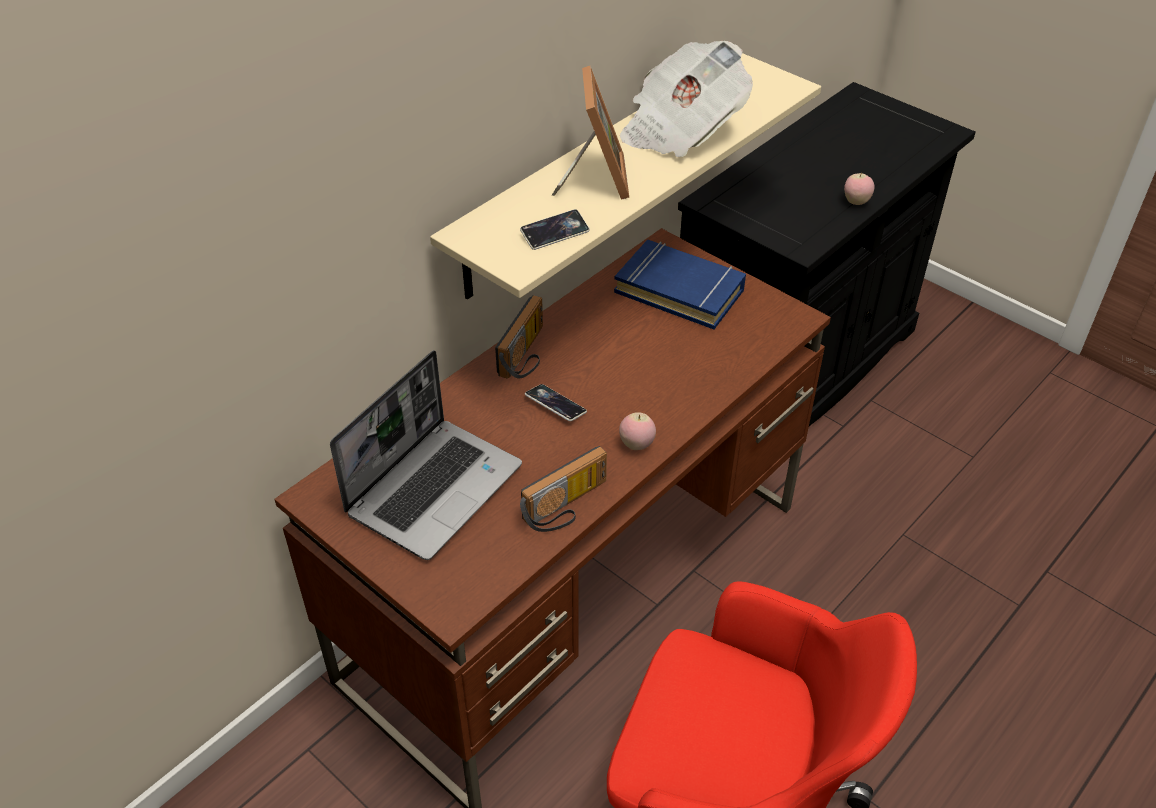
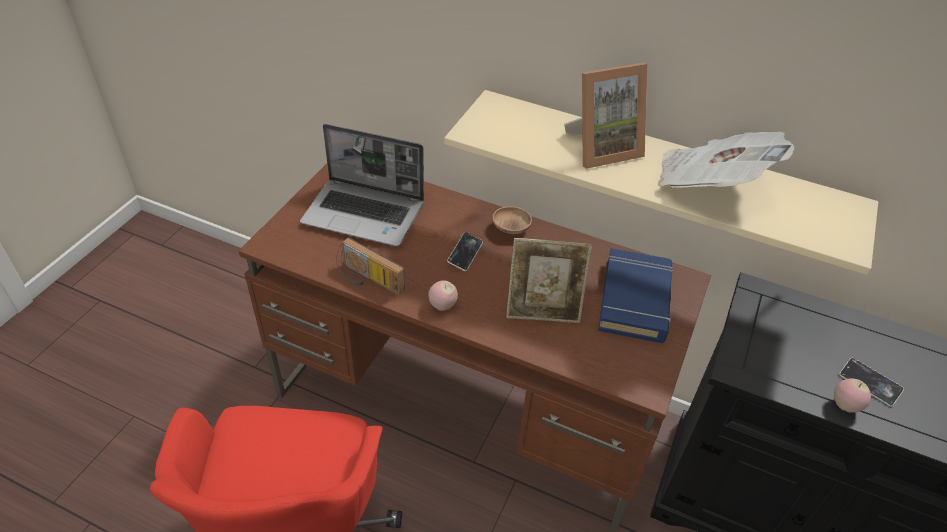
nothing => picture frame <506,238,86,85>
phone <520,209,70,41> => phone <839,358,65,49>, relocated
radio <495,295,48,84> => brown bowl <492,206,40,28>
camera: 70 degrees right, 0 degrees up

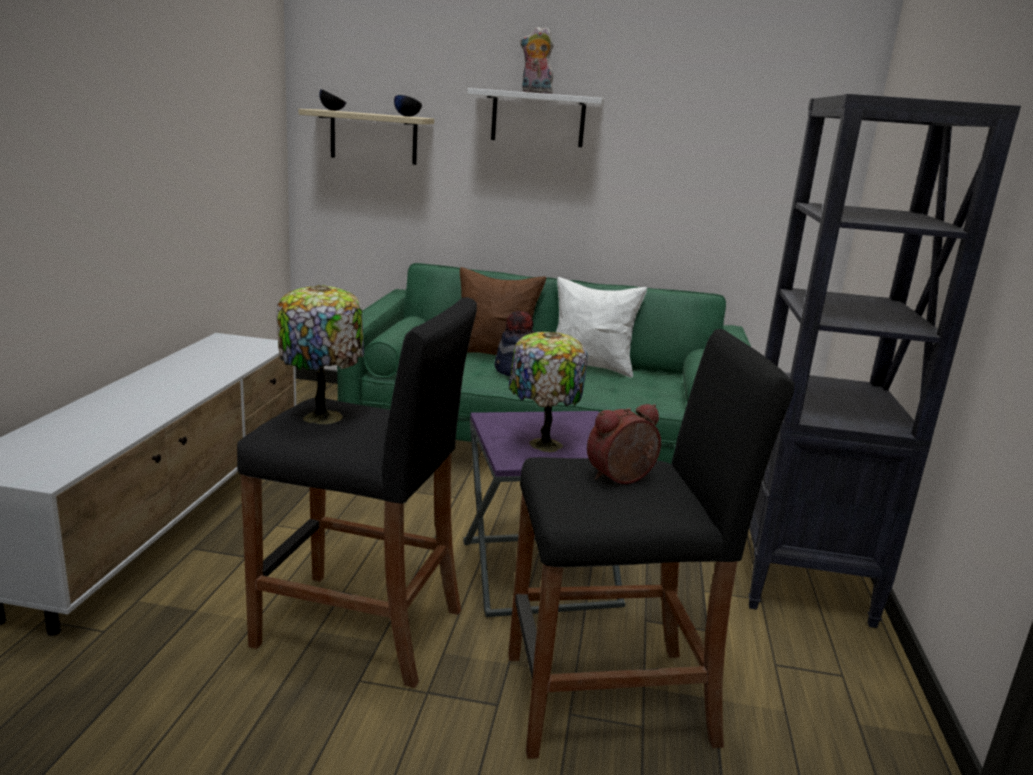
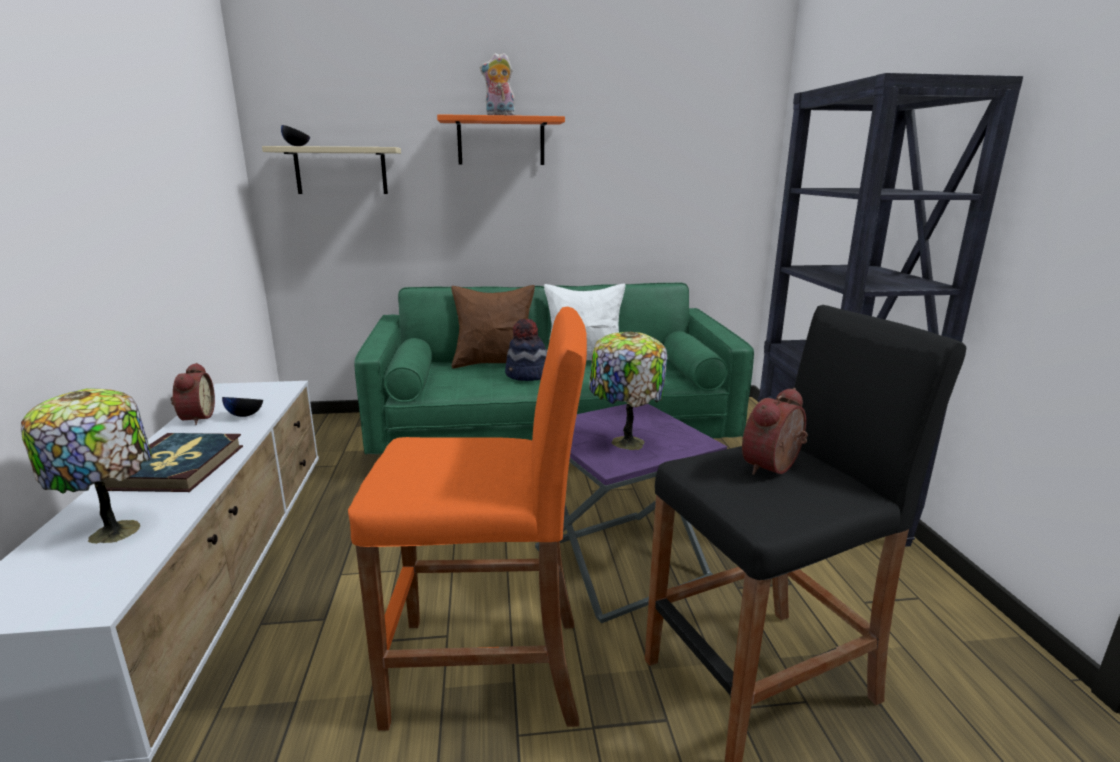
nothing => book <104,433,139,59>
nothing => alarm clock <171,363,44,62>
table lamp <276,285,88,140> => table lamp <21,388,131,156>, relocated
black bowl <394,95,28,22> => black bowl <222,397,41,20>, relocated
black stool <237,297,240,391> => orange stool <348,307,239,424>
white shelf <467,88,138,59> => orange shelf <437,114,128,51>
camera: 15 degrees left, 0 degrees up

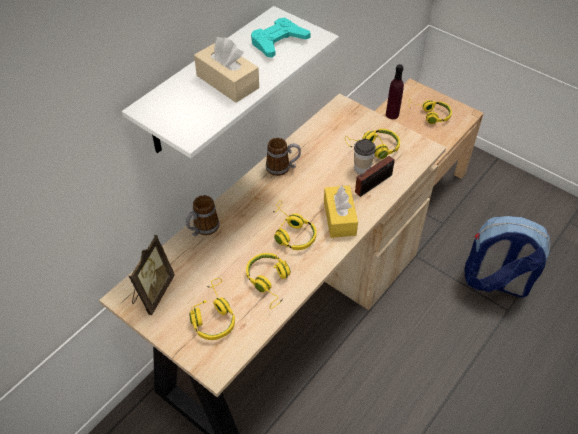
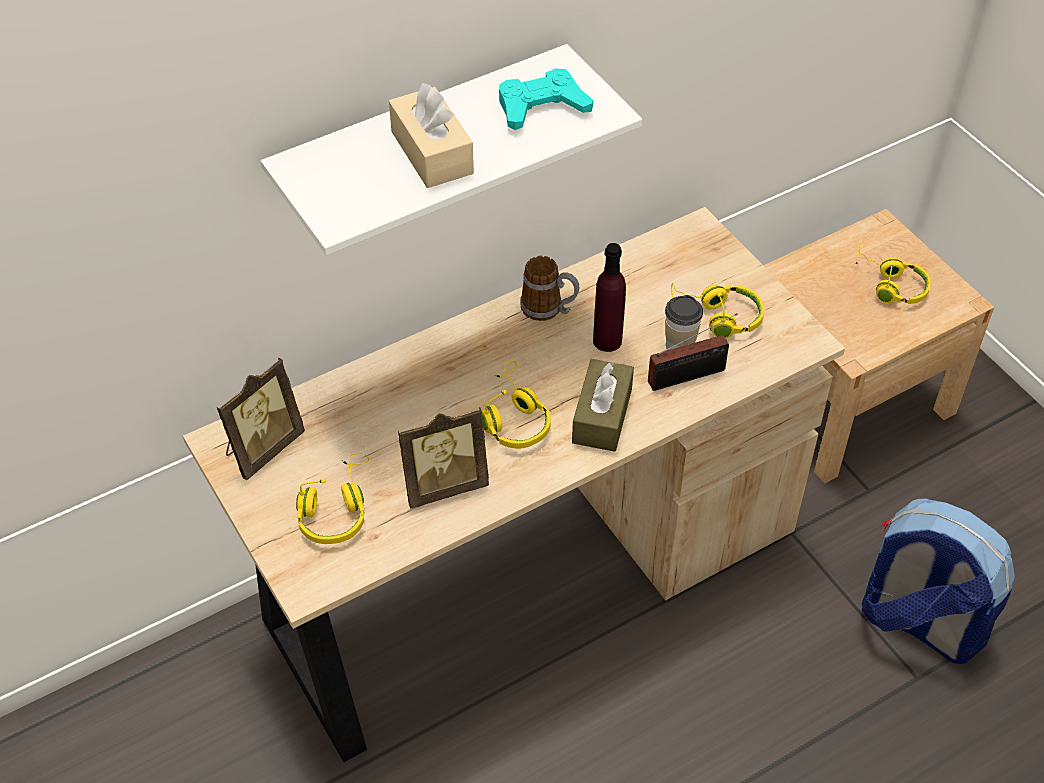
mug <186,195,33,41> => nothing
purple bottle <386,64,18,55> => purple bottle <593,243,33,109>, relocated
yellow headphones <246,253,44,56> => picture frame <398,407,91,102>
yellow tissue box <324,185,34,53> => brown tissue box <572,359,62,93>
camera: 20 degrees right, 0 degrees up

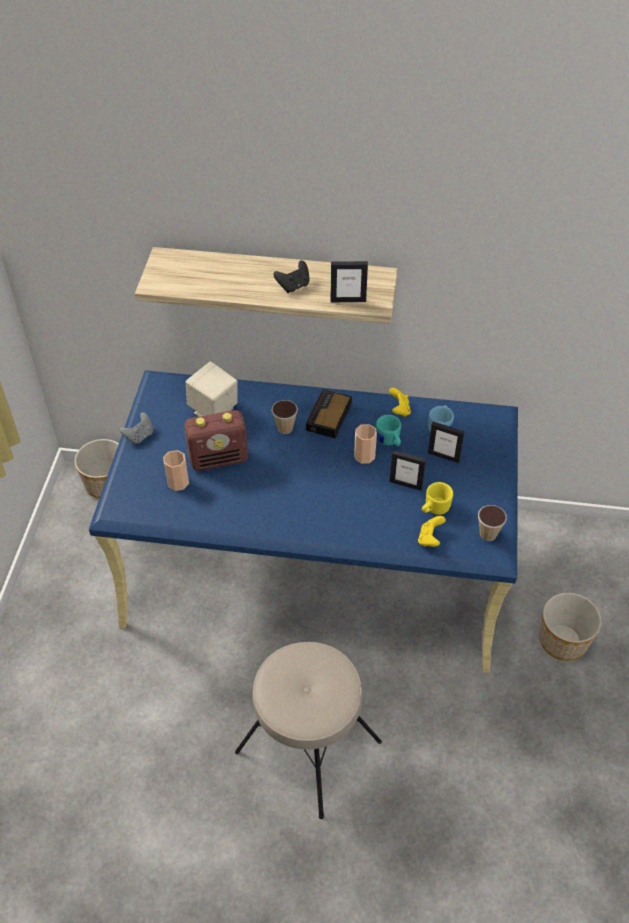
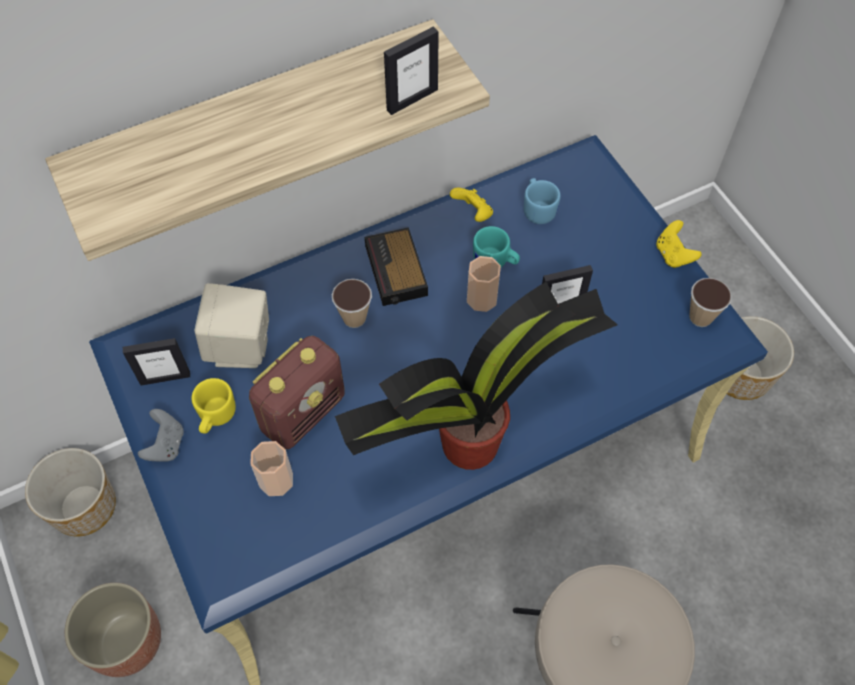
black game controller <273,260,37,33> => nothing
nothing => planter <65,583,96,94>
nothing => potted plant <335,282,283,188>
yellow game controller <418,516,28,31> => yellow game controller <656,220,45,48>, relocated
yellow mug <422,482,31,33> => yellow mug <192,378,44,55>, relocated
picture frame <428,421,37,42> => picture frame <123,338,67,48>, relocated
camera: 35 degrees left, 10 degrees up

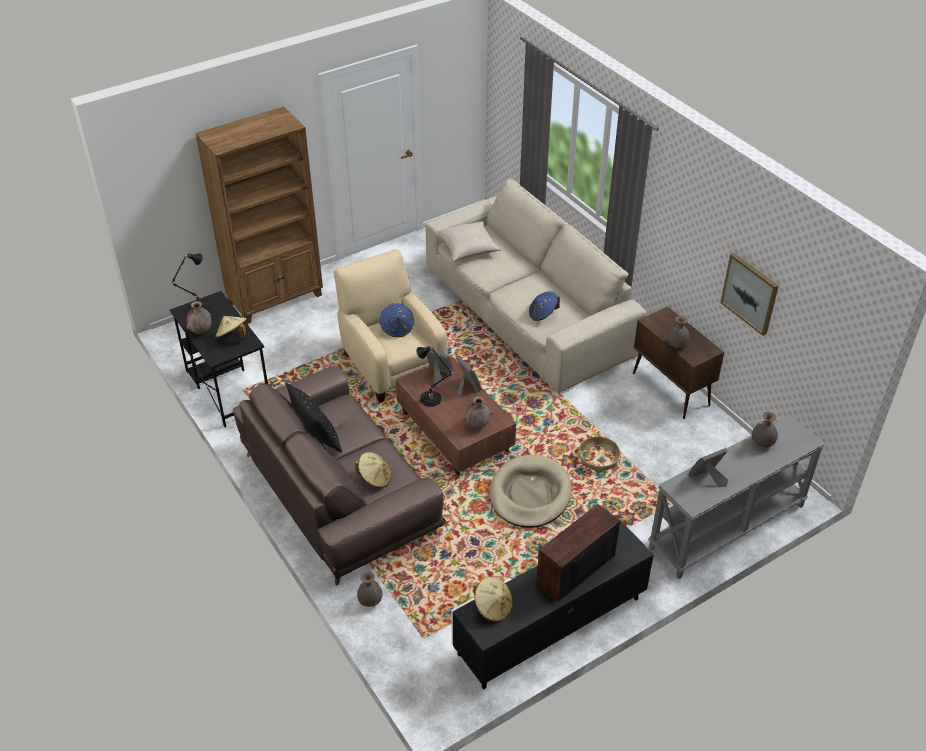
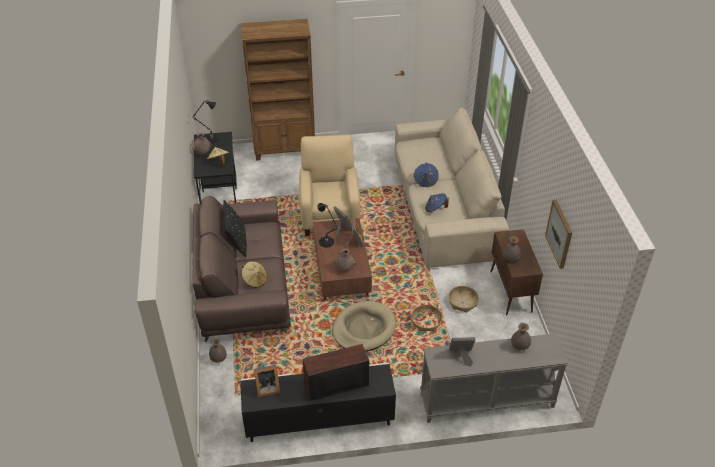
beige pillow <436,221,65,40> => nothing
nothing => basket <448,286,31,27>
blue hat <380,303,34,34> => blue hat <414,163,25,24>, relocated
beige hat <473,576,40,46> => picture frame <254,365,26,32>
camera: 25 degrees right, 0 degrees up

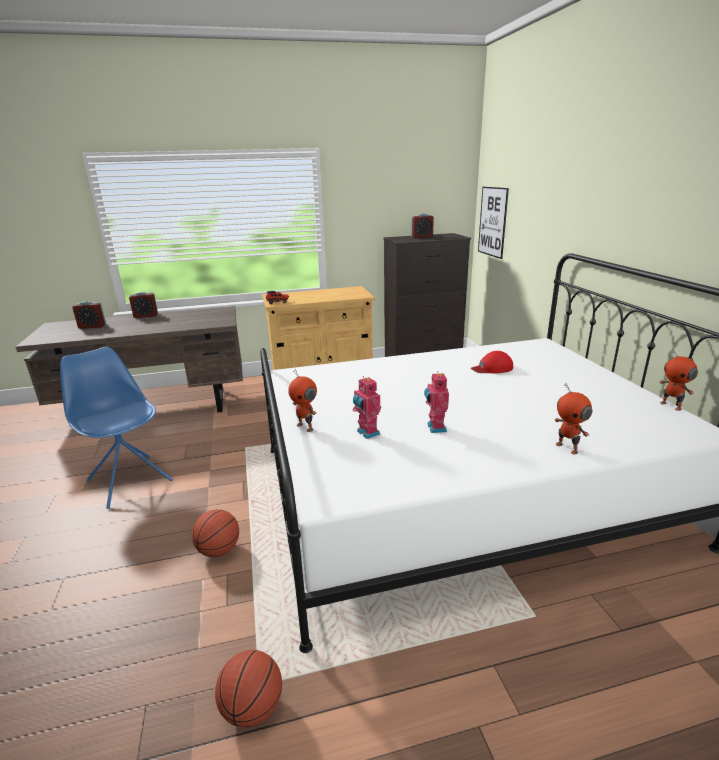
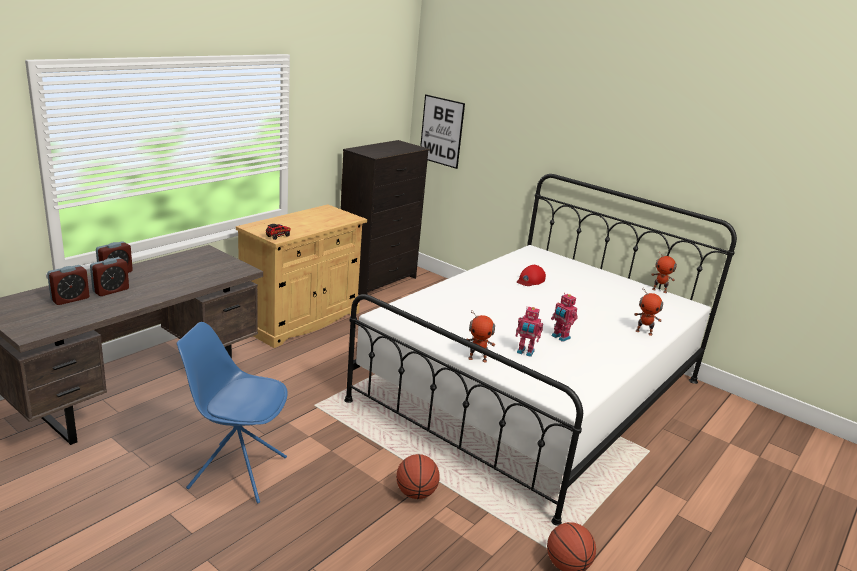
alarm clock <411,214,23,24> => alarm clock <90,257,39,39>, relocated
camera: 40 degrees left, 0 degrees up

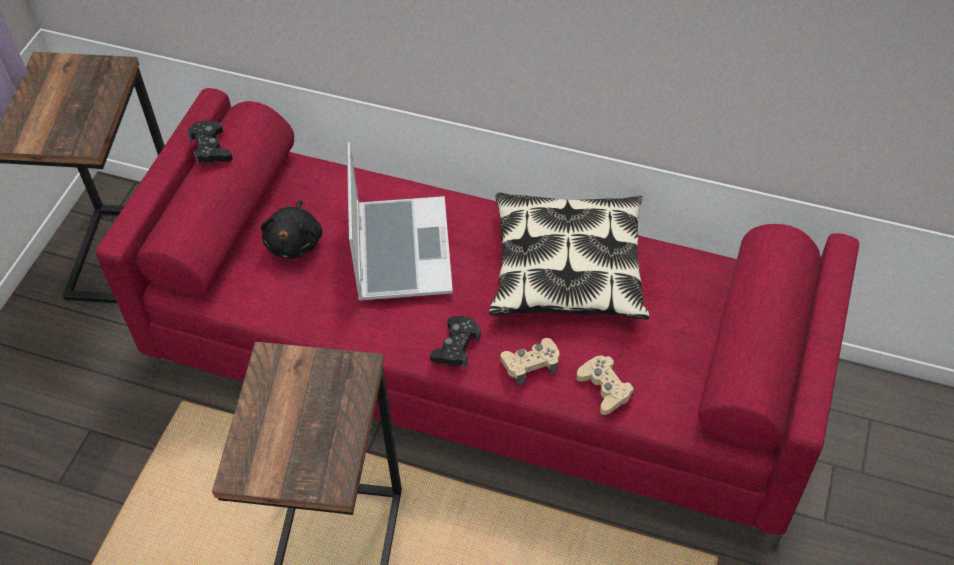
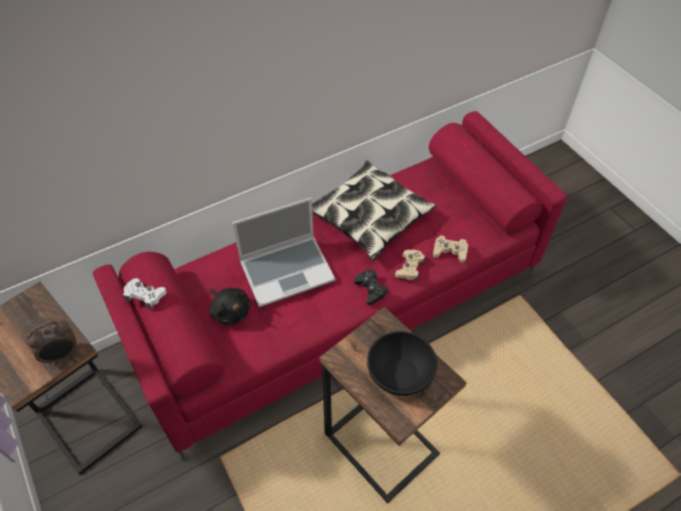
nothing => alarm clock <26,320,51,45>
nothing => black bowl <367,331,70,66>
black game controller <187,120,46,45> => white game controller <123,278,44,32>
laptop <347,142,106,159> => laptop <232,198,103,109>, 120 degrees clockwise
camera: 50 degrees left, 0 degrees up

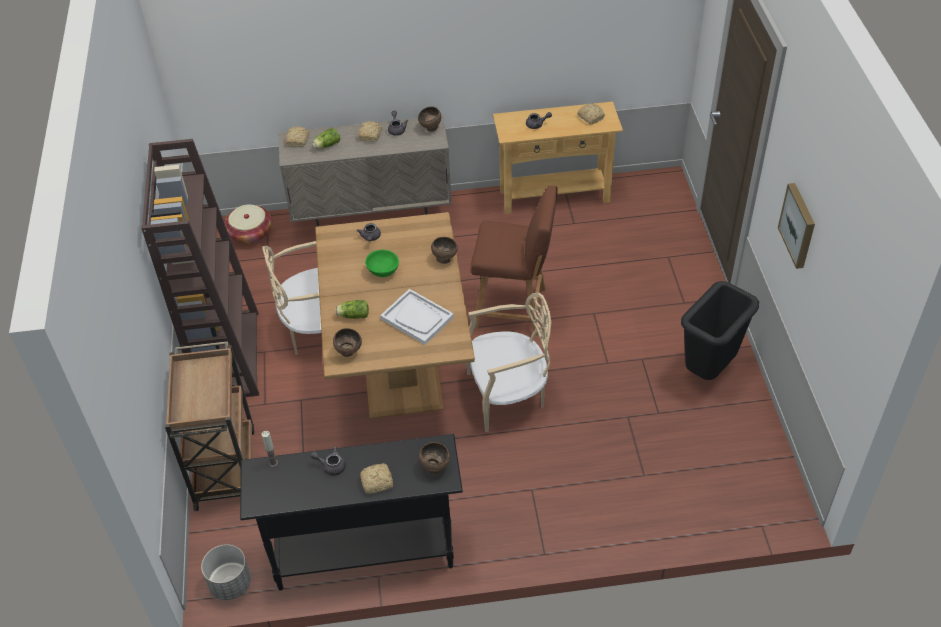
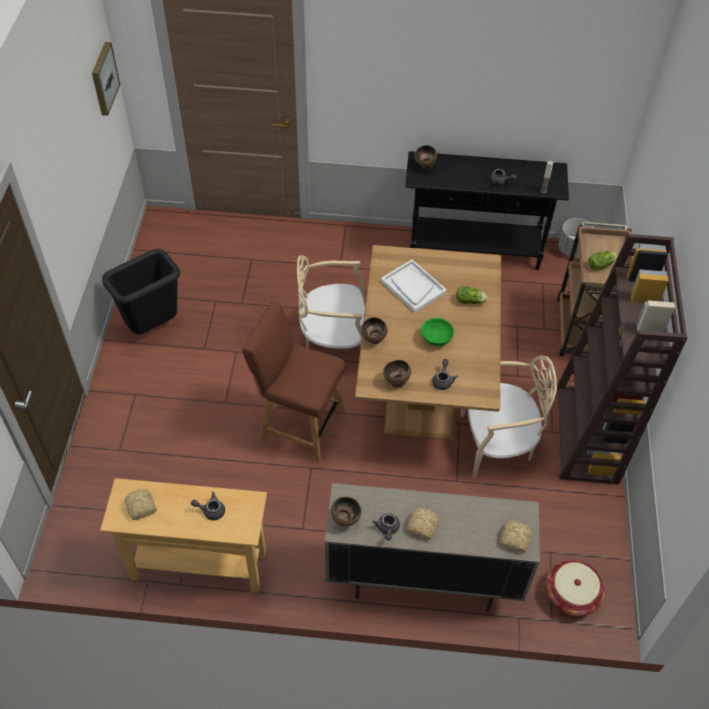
bread <360,463,33,31> => nothing
lettuce <312,128,28,21> => lettuce <588,251,30,19>, relocated
brown bowl <333,328,29,29> => brown bowl <383,360,28,28>, relocated
picture <778,183,37,86> => picture <92,42,28,74>, relocated
camera: 170 degrees left, 5 degrees up

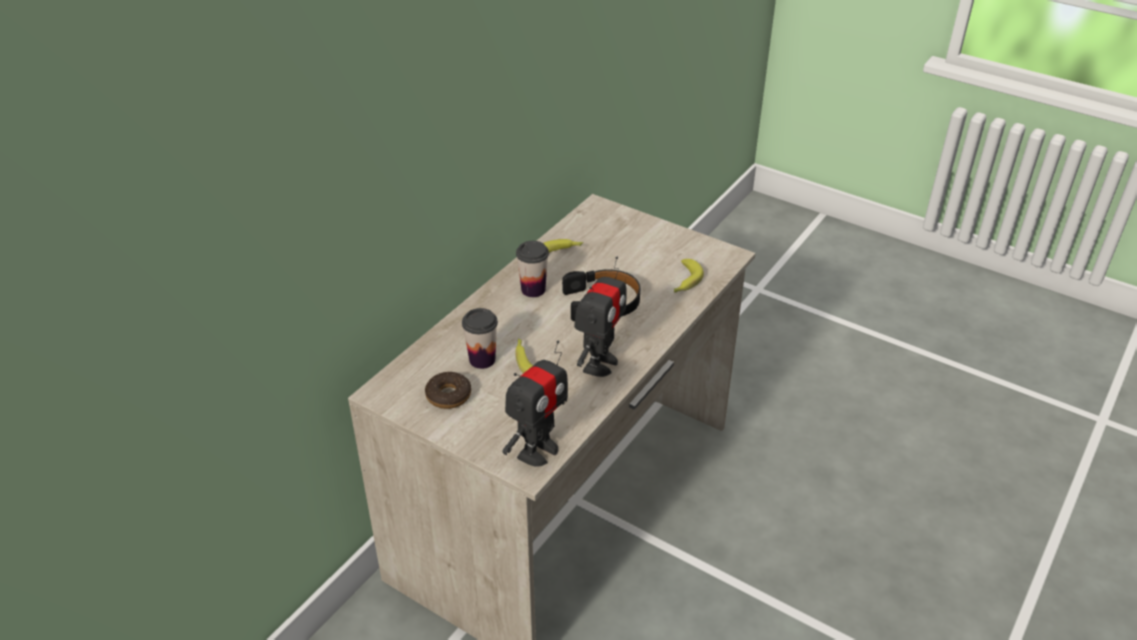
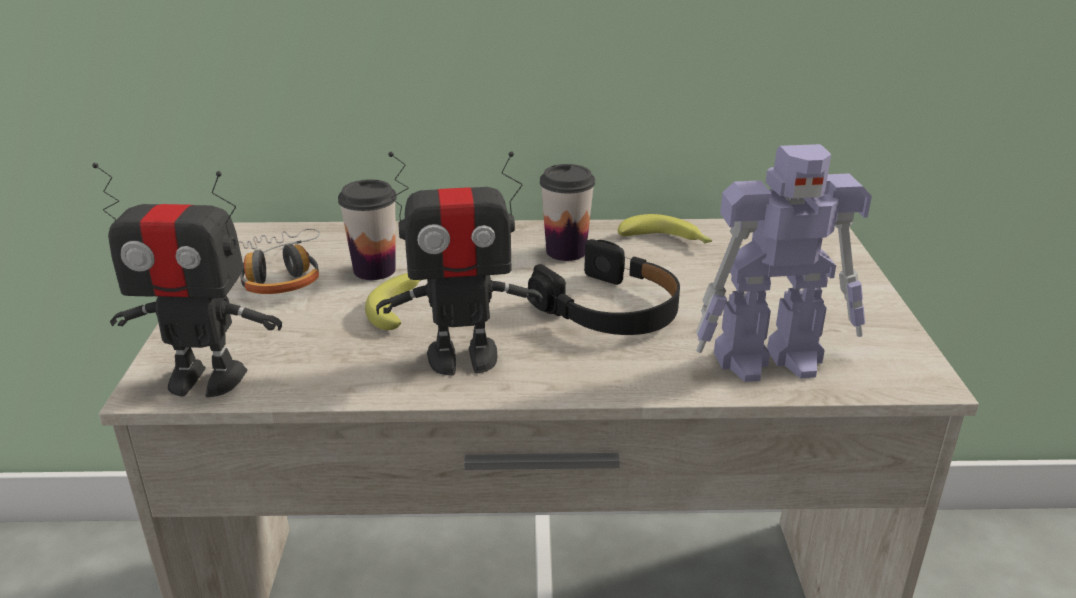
donut <425,372,46,37> => headphones <238,229,82,65>
banana <674,259,30,34> => toy robot <696,144,176,238>
camera: 55 degrees right, 10 degrees down

